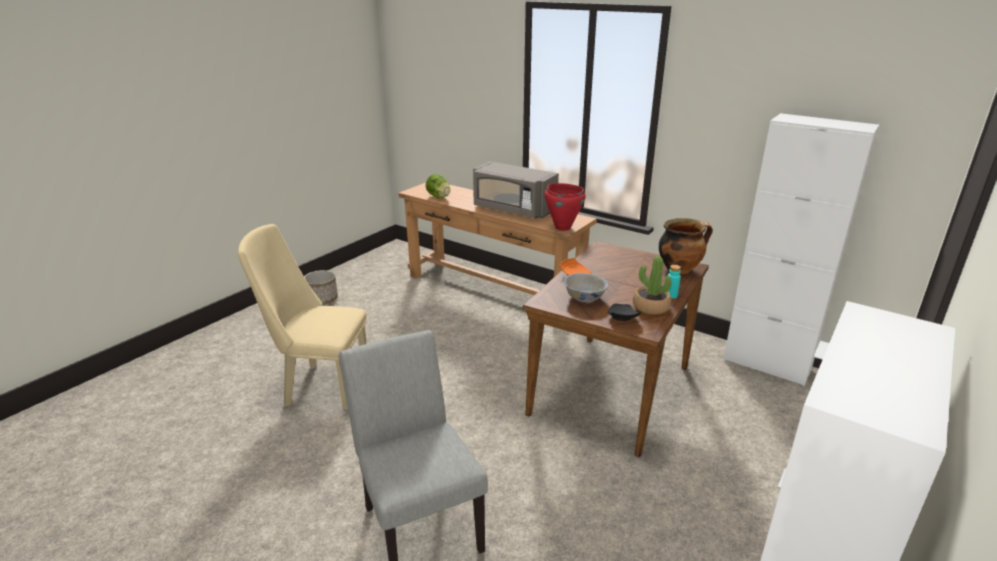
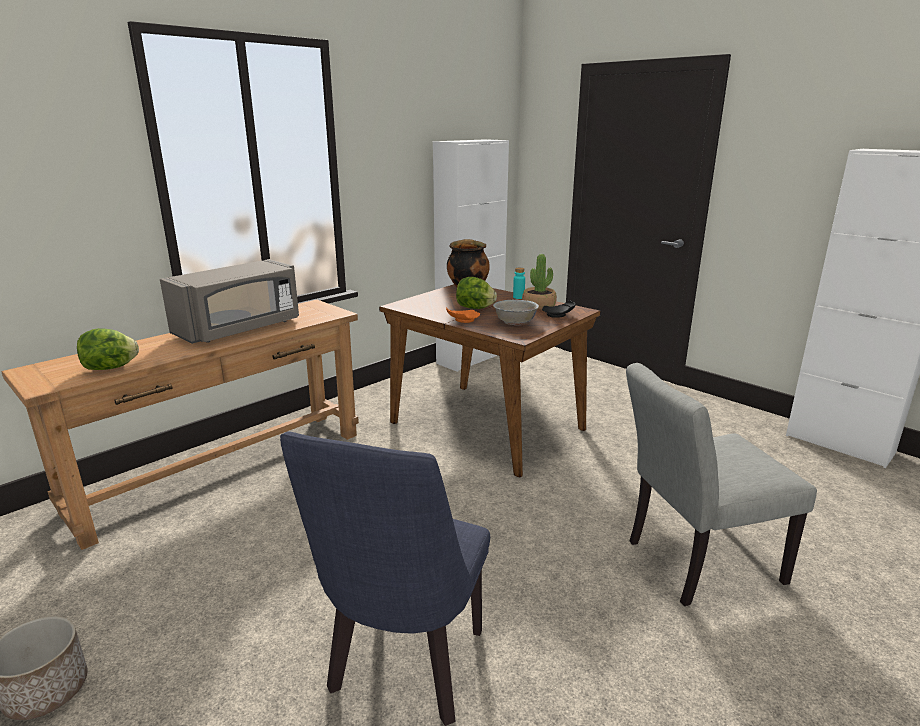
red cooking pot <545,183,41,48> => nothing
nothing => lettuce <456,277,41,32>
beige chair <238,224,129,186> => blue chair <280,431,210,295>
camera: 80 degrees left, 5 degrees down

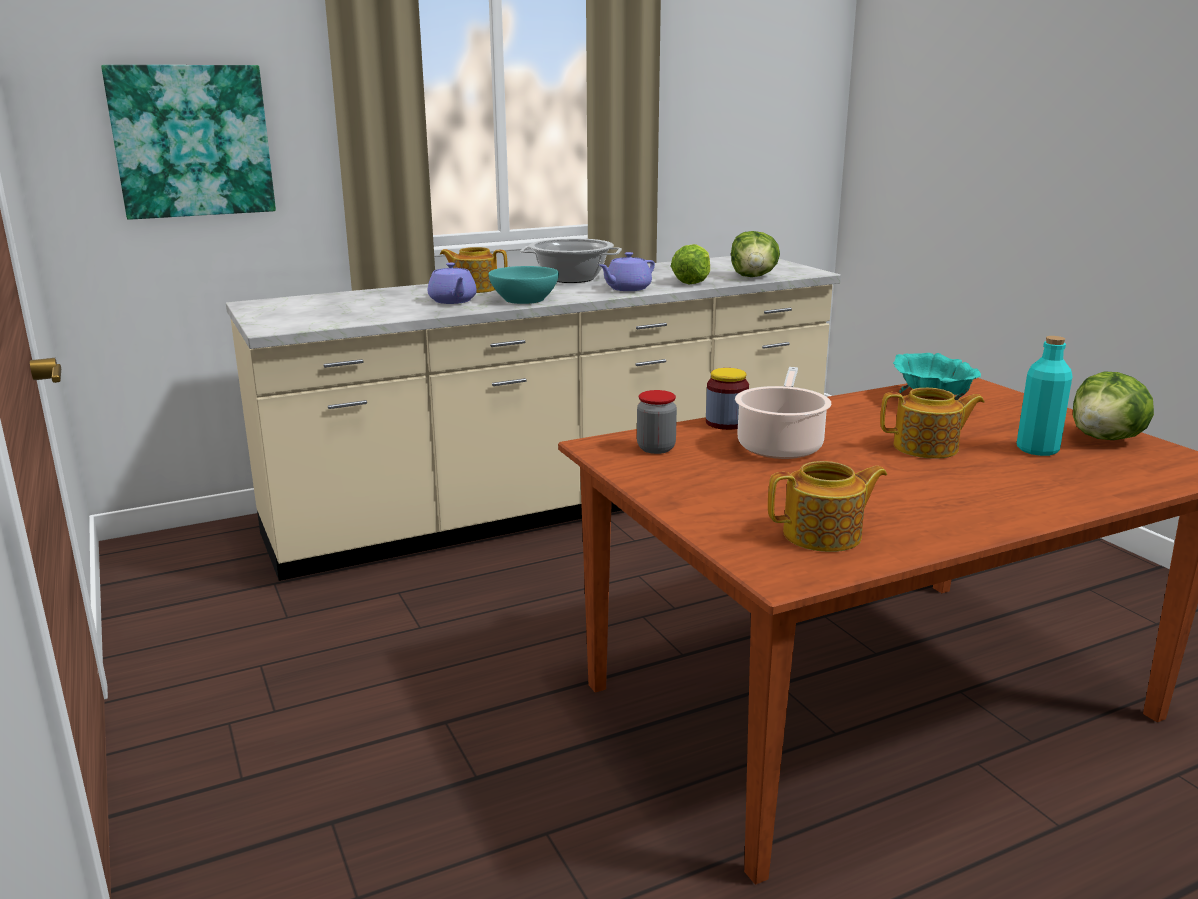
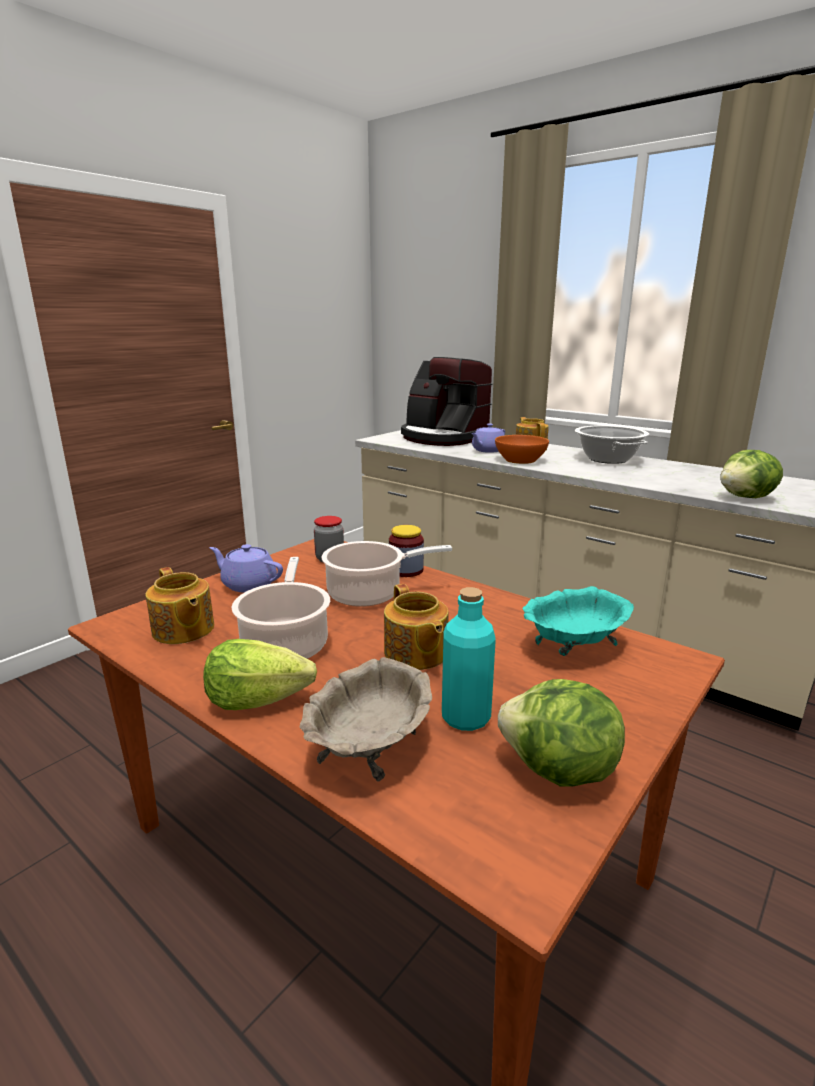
picture <101,65,175,155> => nothing
nothing => cooking pot <231,557,99,102>
nothing => beige bowl <300,657,132,125>
nothing => coffee machine <401,357,91,89>
purple teapot <599,252,56,39> => purple teapot <209,544,74,49>, relocated
lettuce <671,244,39,40> => lettuce <203,639,114,71>, relocated
turquoise bowl <489,266,70,38> => orange bowl <495,435,54,29>
camera: 65 degrees right, 0 degrees up

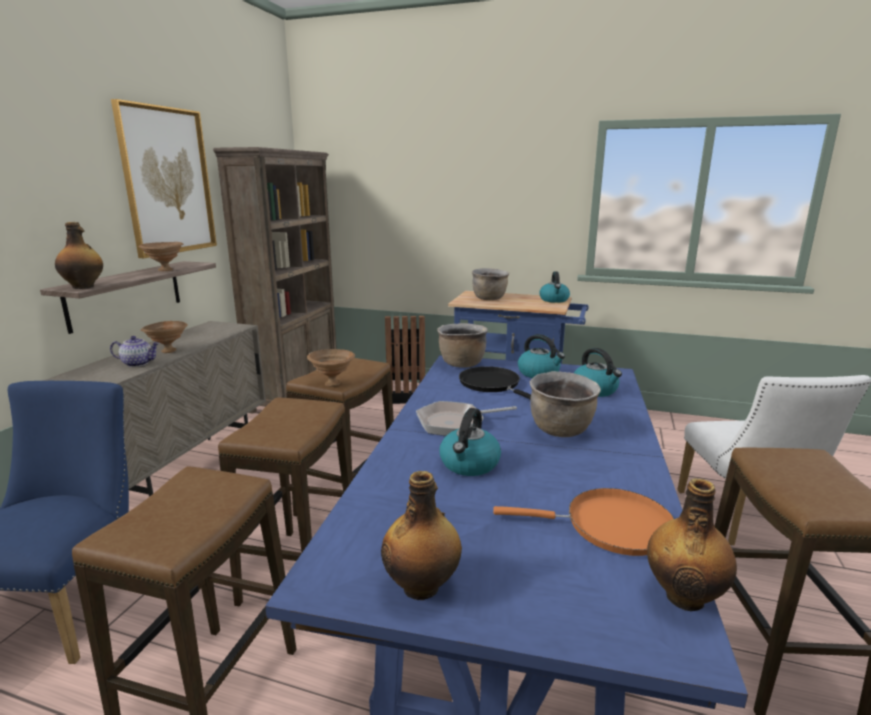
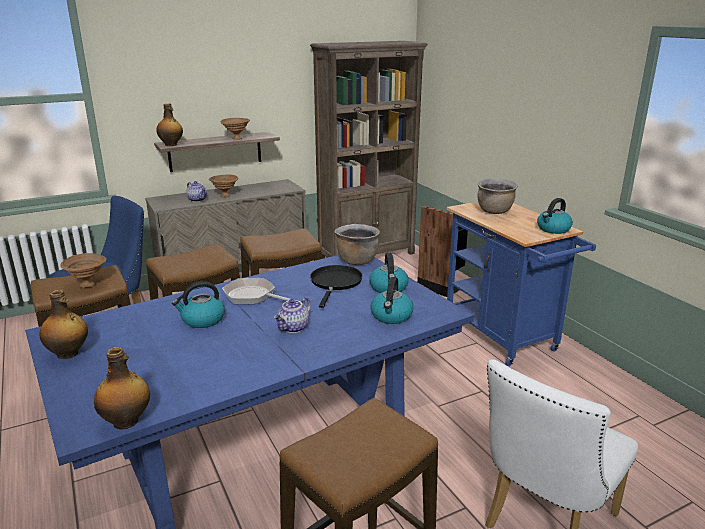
picture <111,99,106,159> => nothing
orange frying pan <493,488,181,68> => nothing
brown bowl <307,349,48,38> => brown bowl <61,253,46,35>, relocated
brown cooking pot <530,371,71,66> => teapot <273,297,38,36>
camera: 45 degrees right, 5 degrees up

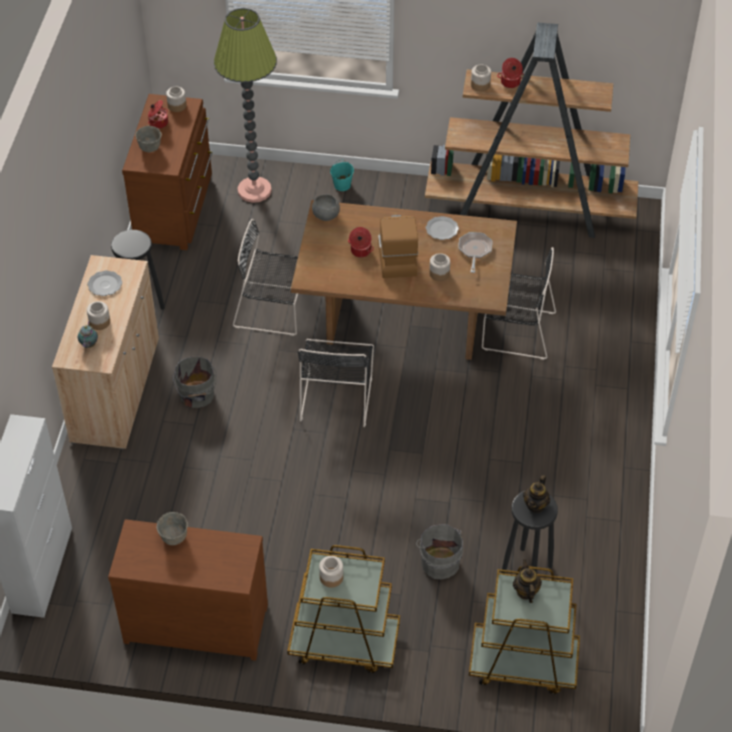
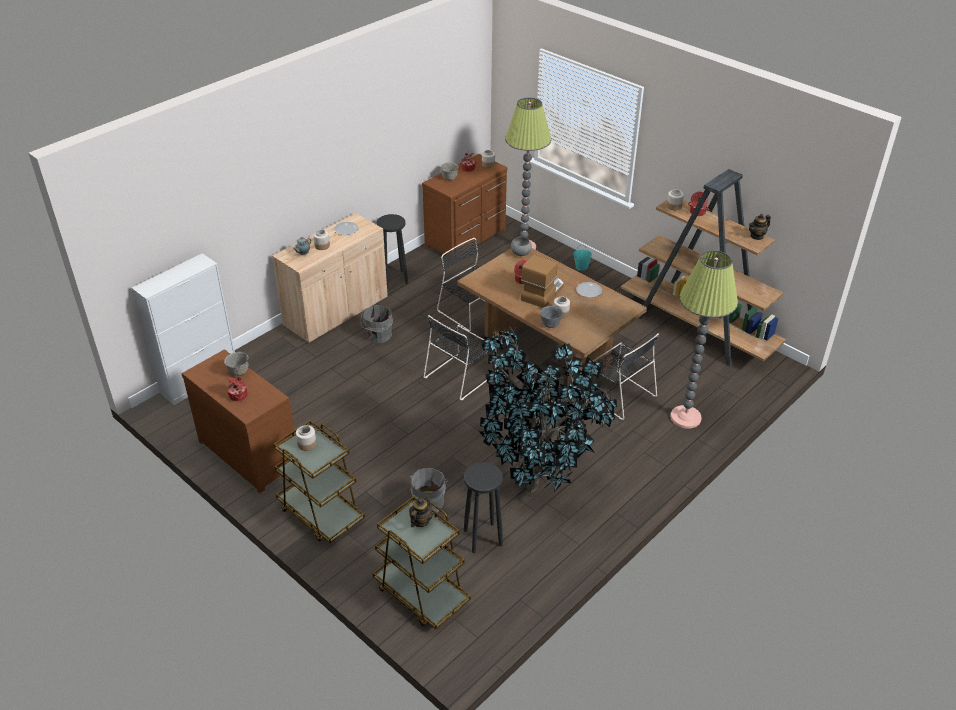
frying pan <458,232,34,41> => nothing
nothing => cooking pot <227,377,21,24>
nothing => potted plant <479,327,138,166>
nothing => grey bowl <540,306,23,22>
nothing => floor lamp <670,250,68,179>
teapot <523,475,27,38> => teapot <749,214,22,26>, relocated
camera: 35 degrees right, 10 degrees down

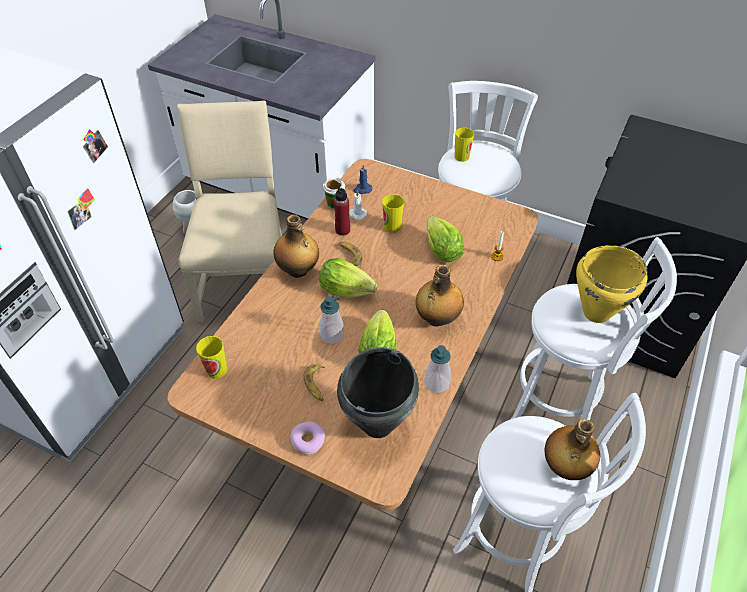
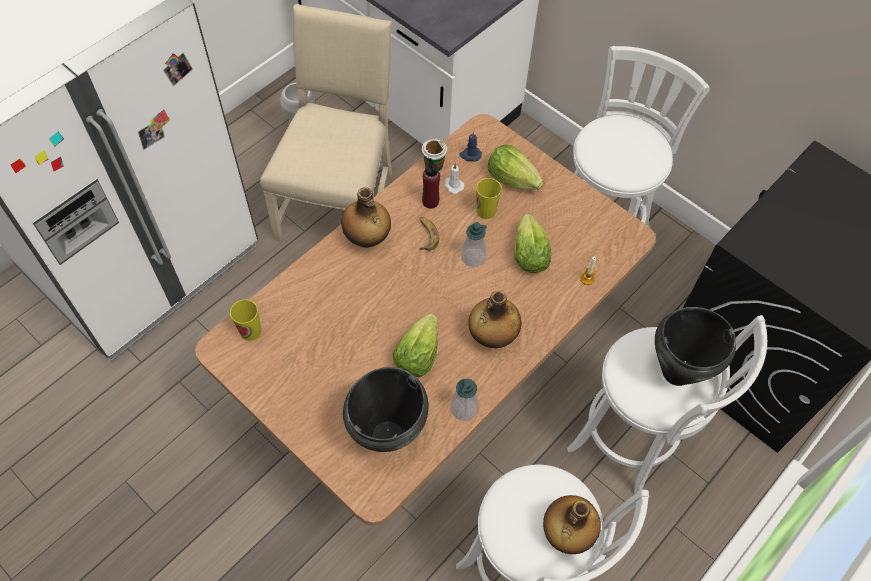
donut <290,422,35,33> => nothing
banana <303,364,22,37> => nothing
cup <455,128,19,34> => nothing
lettuce <319,258,58,39> => lettuce <488,145,56,45>, relocated
soap dispenser <320,296,24,48> => soap dispenser <461,222,26,45>, relocated
yellow cooking pot <576,245,71,78> => black cooking pot <655,307,81,79>
camera: 15 degrees right, 10 degrees up

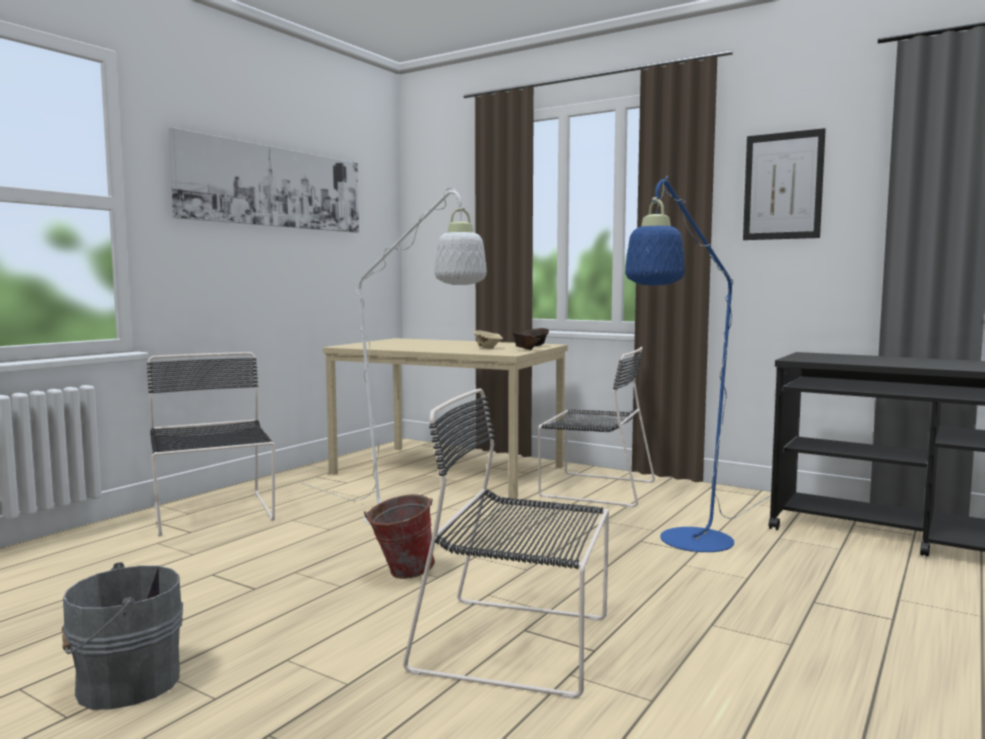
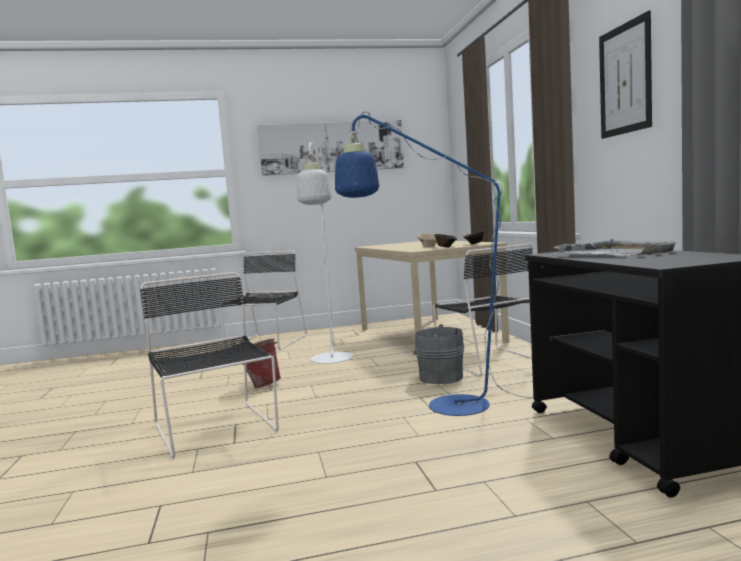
nothing => grey tray <554,239,122,17>
grey bucket <62,562,121,148> => grey bucket <413,324,51,60>, relocated
camera: 45 degrees right, 0 degrees up

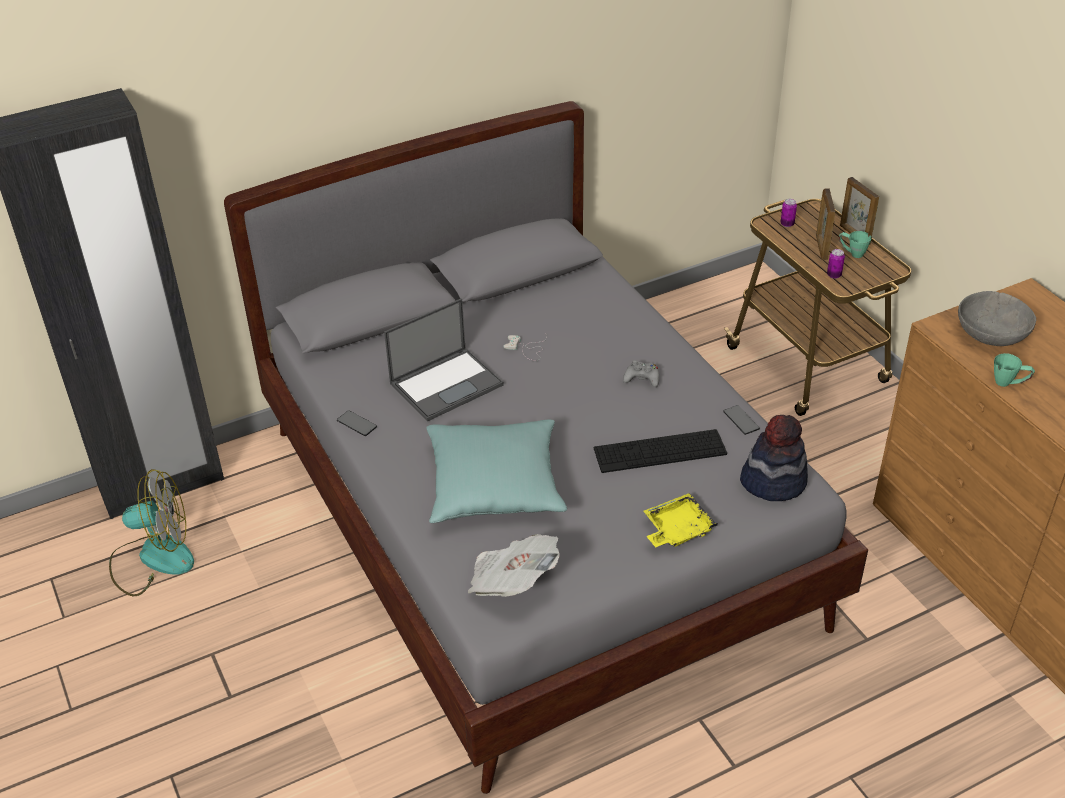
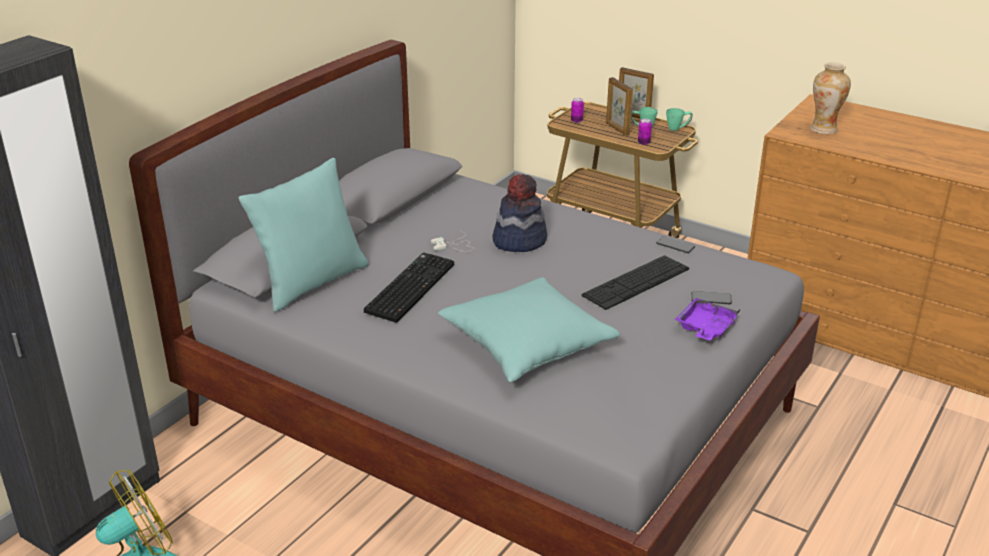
newspaper <468,534,92,63> => nothing
grey game controller <623,360,37,27> => nothing
nothing => turquoise pillow <238,158,131,154>
phone <337,410,40,26> => phone <692,291,40,13>, relocated
hat <740,415,68,86> => hat <492,174,55,78>, relocated
green mug <994,353,41,34> => green mug <666,108,27,23>, relocated
laptop <384,298,119,124> => keyboard <364,252,90,71>
grey bowl <958,291,78,55> => vase <810,62,41,72>
yellow tray <644,493,74,54> => purple tray <675,298,65,43>
camera: 30 degrees left, 10 degrees down

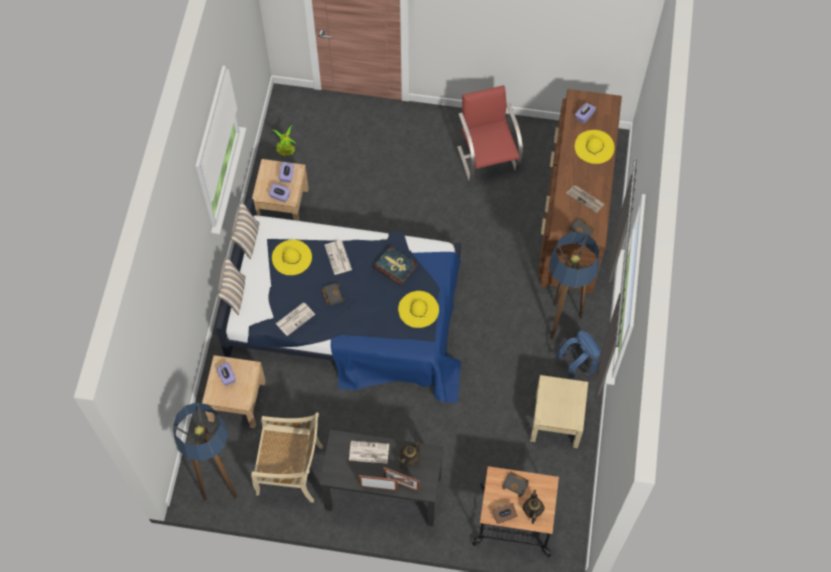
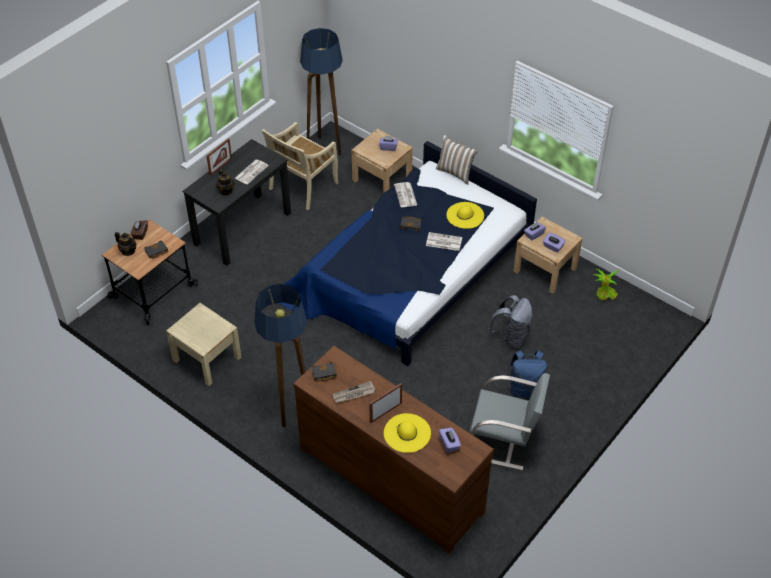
pillow <230,201,30,59> => nothing
book <373,246,45,40> => nothing
yellow hat <398,291,41,37> => nothing
nothing => grey backpack <488,295,45,54>
picture frame <383,467,37,25> => picture frame <369,383,33,40>, relocated
blue backpack <555,331,46,49> => blue backpack <507,350,40,48>, relocated
red chair <457,85,66,97> => grey chair <470,373,80,98>
camera: 120 degrees right, 15 degrees down

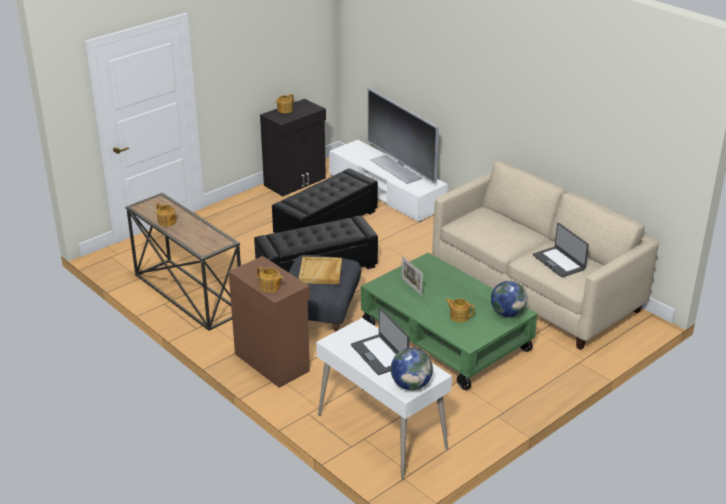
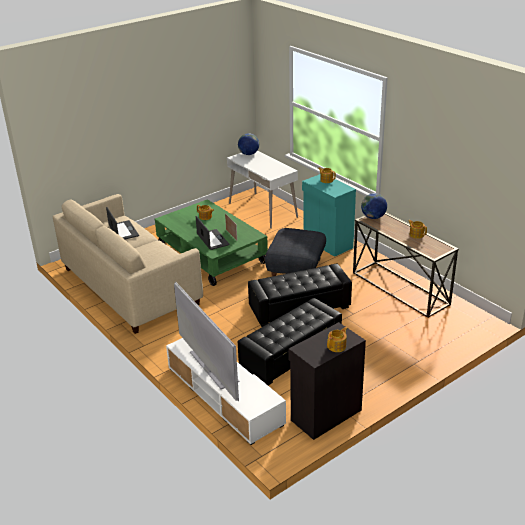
beige tray <299,257,43,27> => nothing
laptop <351,308,59,67> => laptop <196,216,34,34>, relocated
globe <491,281,36,36> => globe <361,193,26,26>, relocated
brown cabinet <228,256,82,132> => turquoise cabinet <302,174,54,83>
camera: 175 degrees left, 0 degrees up

